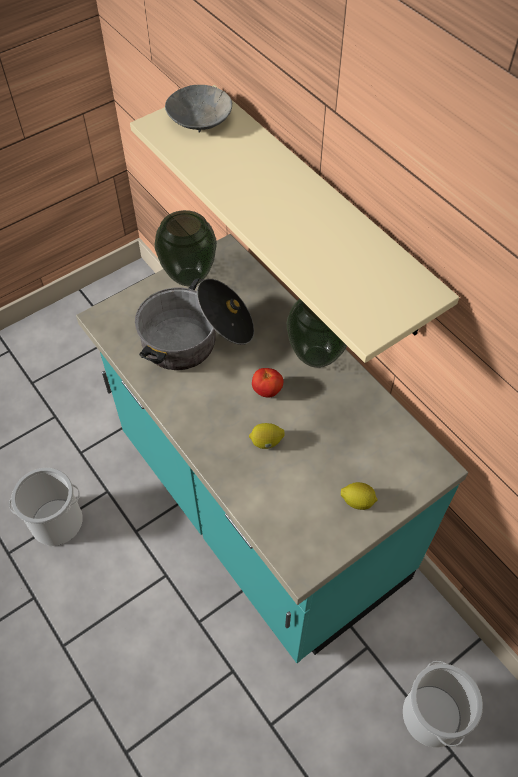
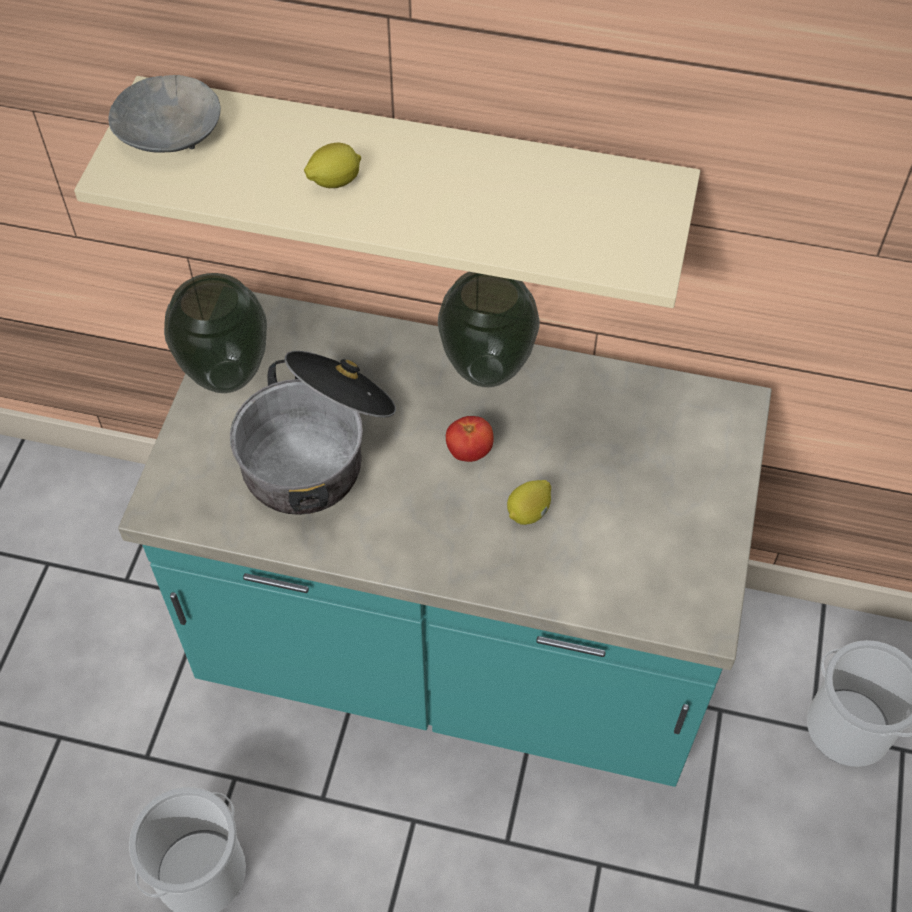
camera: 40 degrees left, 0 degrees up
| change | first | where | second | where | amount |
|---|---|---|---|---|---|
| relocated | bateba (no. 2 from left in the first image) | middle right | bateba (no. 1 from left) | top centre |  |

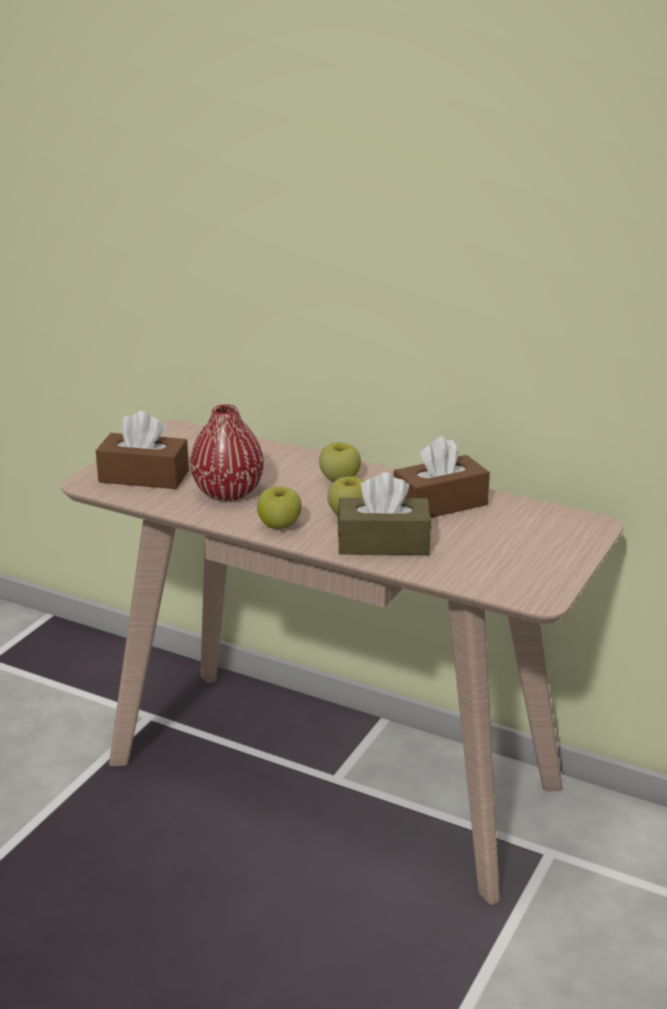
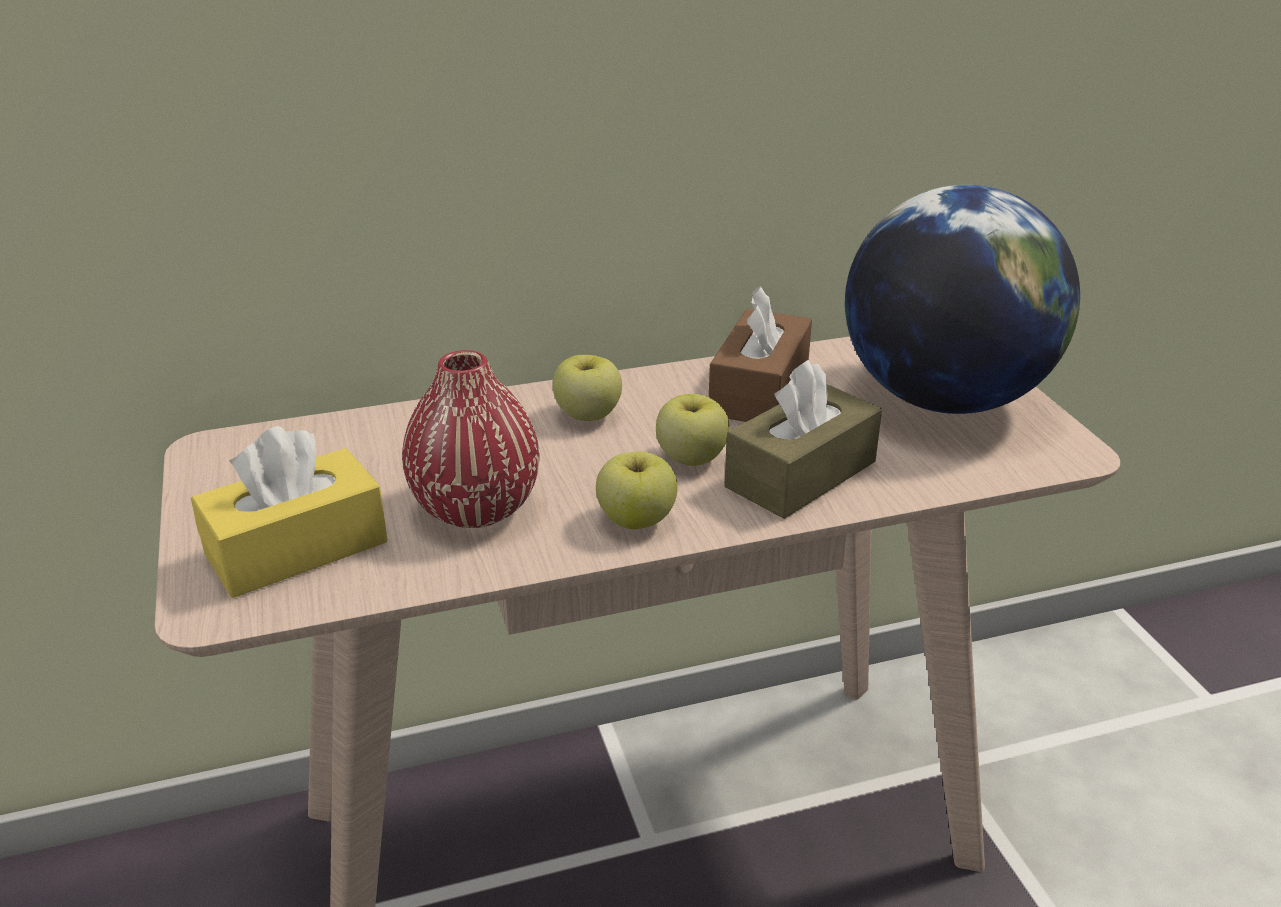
camera: 45 degrees left, 5 degrees up
| change | first | where | second | where | amount |
|---|---|---|---|---|---|
| colour | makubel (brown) (no. 1 from left) | middle left | makubel (yellow) | middle left |  |
| appeared |  |  | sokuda | top right |  |

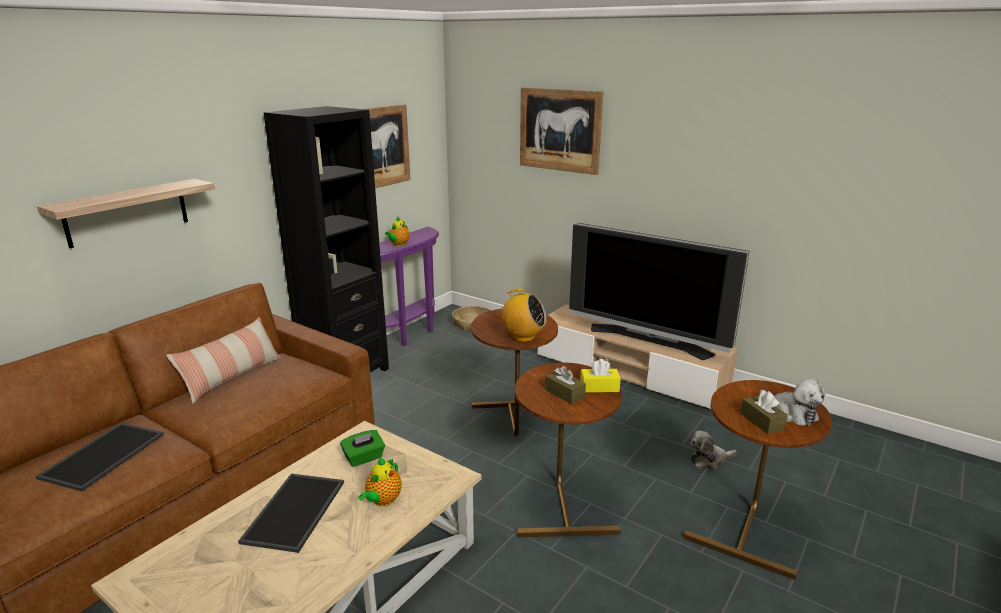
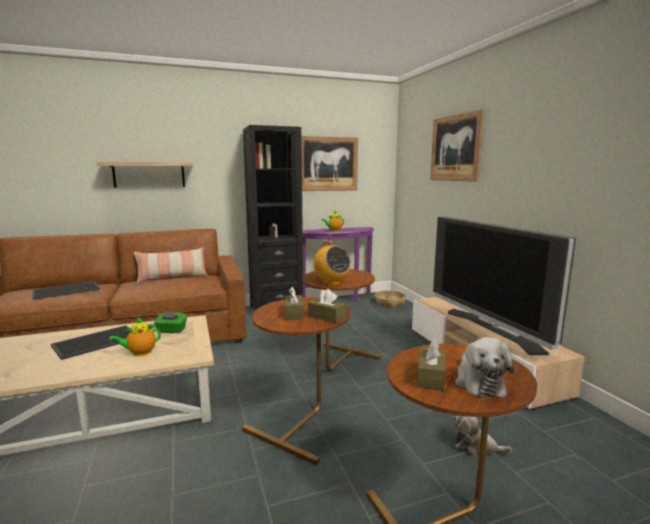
camera: 35 degrees right, 10 degrees down
| change | first | where | second | where | amount |
|---|---|---|---|---|---|
| colour | makubel (yellow) | centre | makubel (brown) (no. 2 from left) | centre |  |

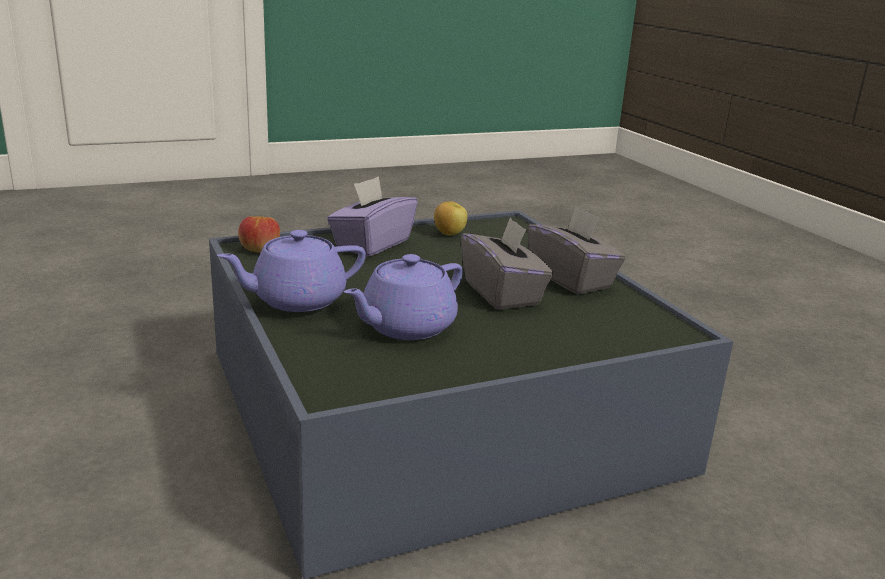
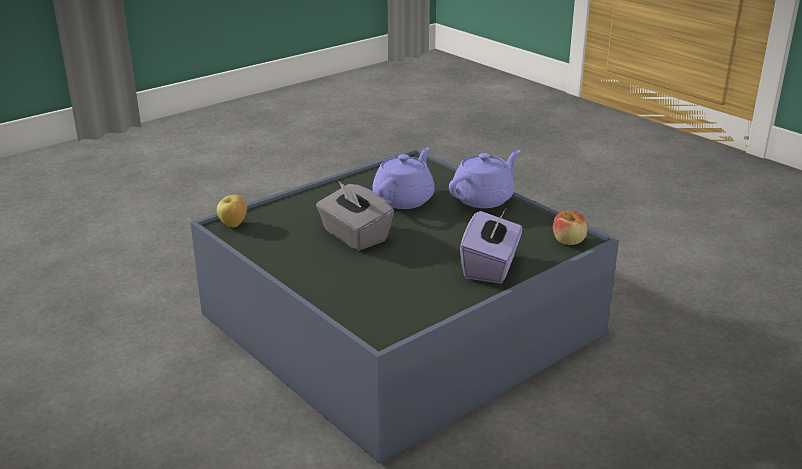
camera: 165 degrees right, 5 degrees up
| change | first | where | second | where | amount |
|---|---|---|---|---|---|
| relocated | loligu (no. 2 from left in the first image) | centre | loligu (no. 1 from left) | middle left |  |
| missing | makubel (grey) (no. 2 from left) | centre |  |  |  |

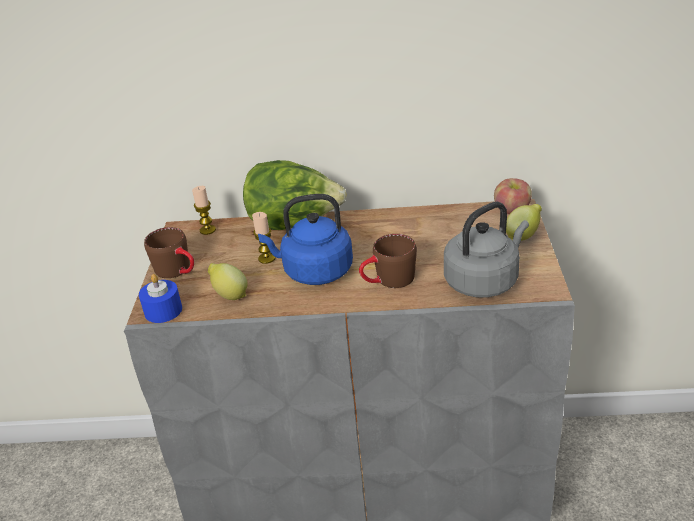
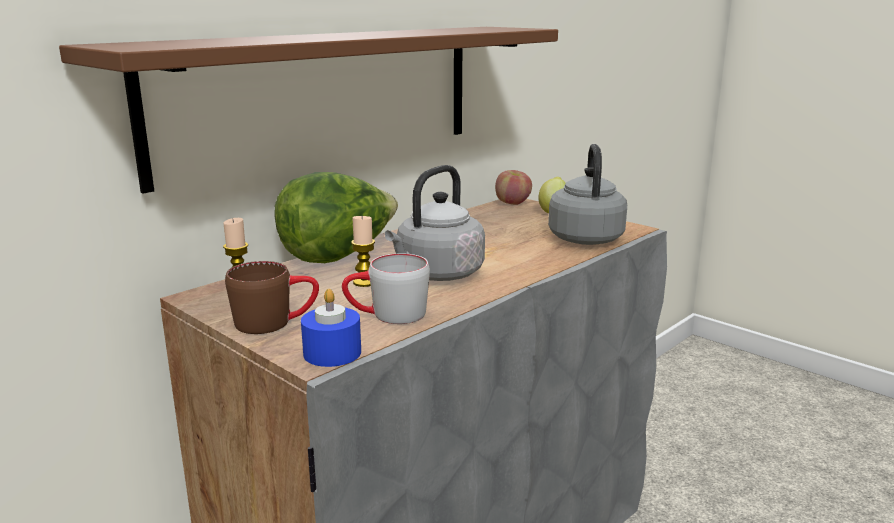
camera: 50 degrees left, 15 degrees down
| change | first | where | second | where | amount |
|---|---|---|---|---|---|
| colour | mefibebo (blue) | centre | mefibebo (grey) (no. 1 from left) | centre |  |
| missing | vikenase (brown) (no. 2 from left) | centre |  |  |  |
| exchanged | bateba (no. 1 from left) | middle left | vikenase (grey) | centre |  |
| appeared |  |  | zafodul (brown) | top centre |  |

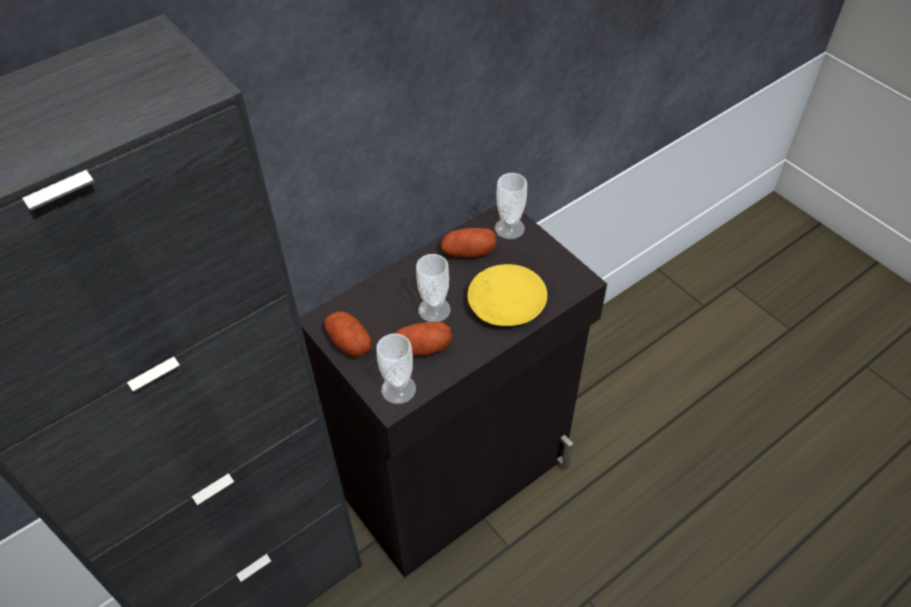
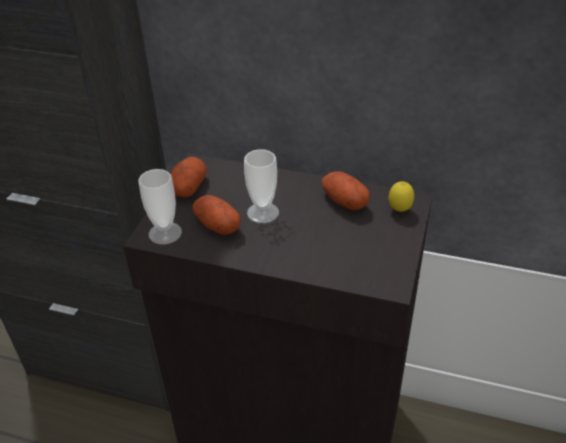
camera: 55 degrees right, 10 degrees down
| change | first | where | second | where | amount |
|---|---|---|---|---|---|
| exchanged | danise (no. 3 from left) | centre | bateba | middle right |  |
| missing | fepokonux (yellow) | centre |  |  |  |

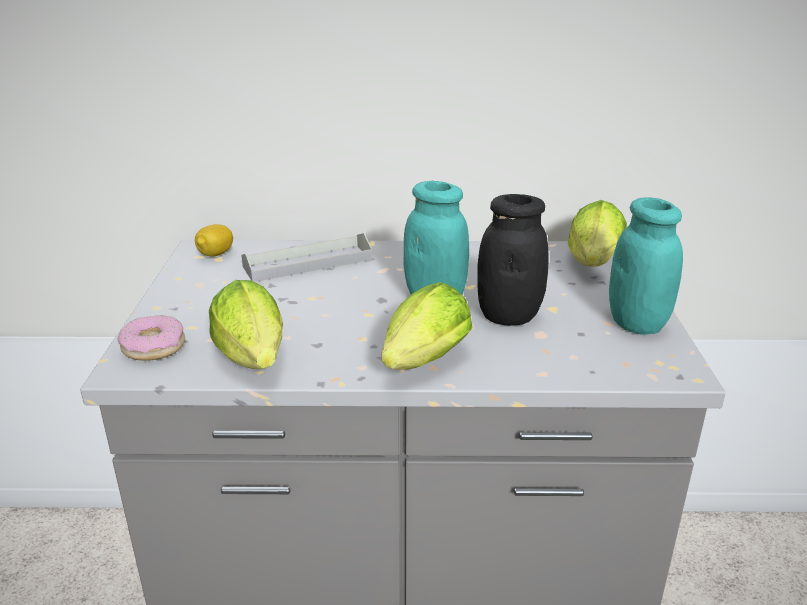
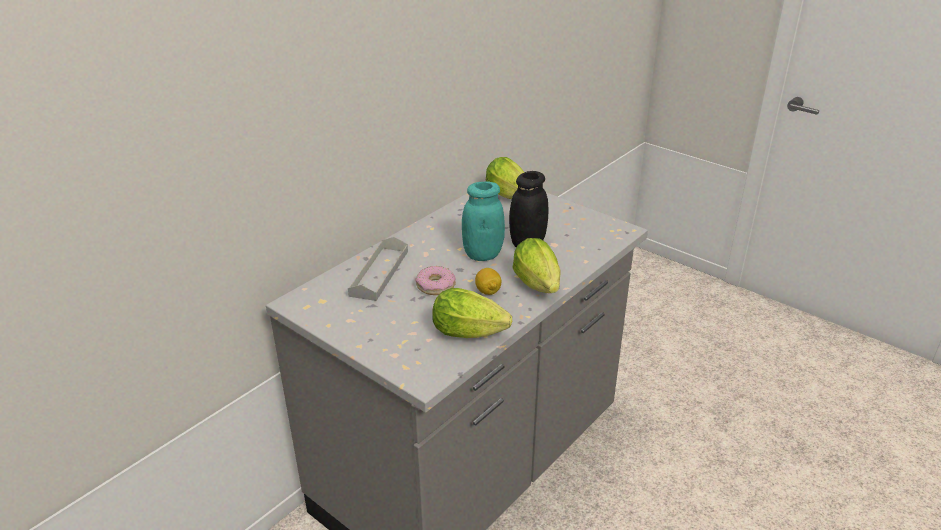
camera: 50 degrees left, 5 degrees up
| change | first | where | second | where | amount |
|---|---|---|---|---|---|
| missing | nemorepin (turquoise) (no. 2 from left) | middle right |  |  |  |
| relocated | bateba | middle left |  | centre |  |
| relocated | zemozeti | middle left |  | centre |  |

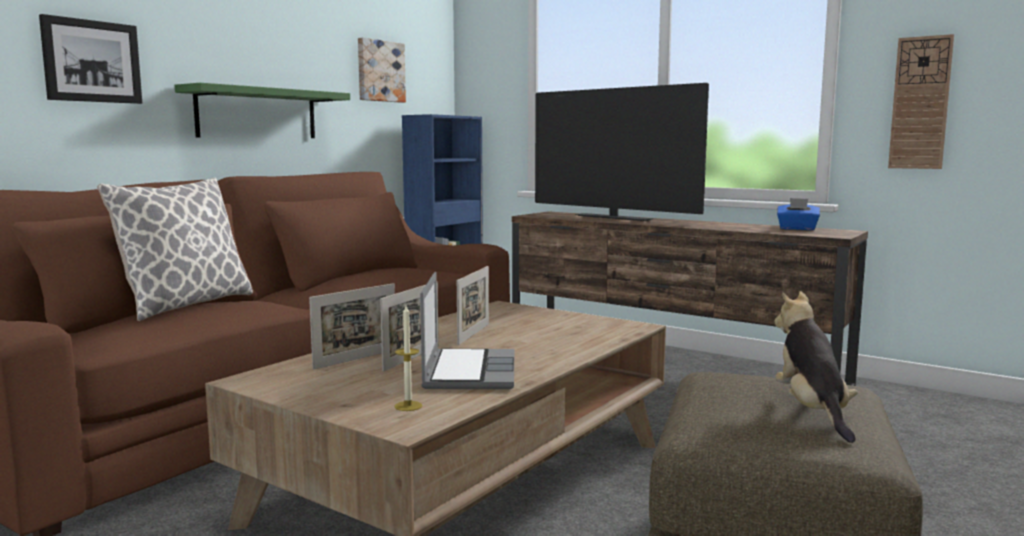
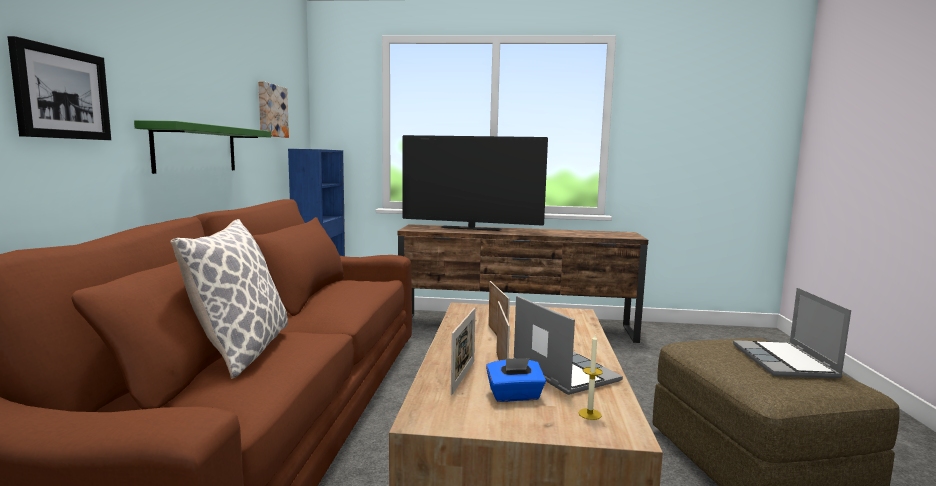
camera: 30 degrees left, 0 degrees up
| change | first | where | second | where | amount |
|---|---|---|---|---|---|
| missing | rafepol | top right |  |  |  |
| relocated | makubel (blue) | middle right |  | bottom centre |  |
| exchanged | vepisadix | bottom right | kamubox (no. 2 from left) | bottom right |  |

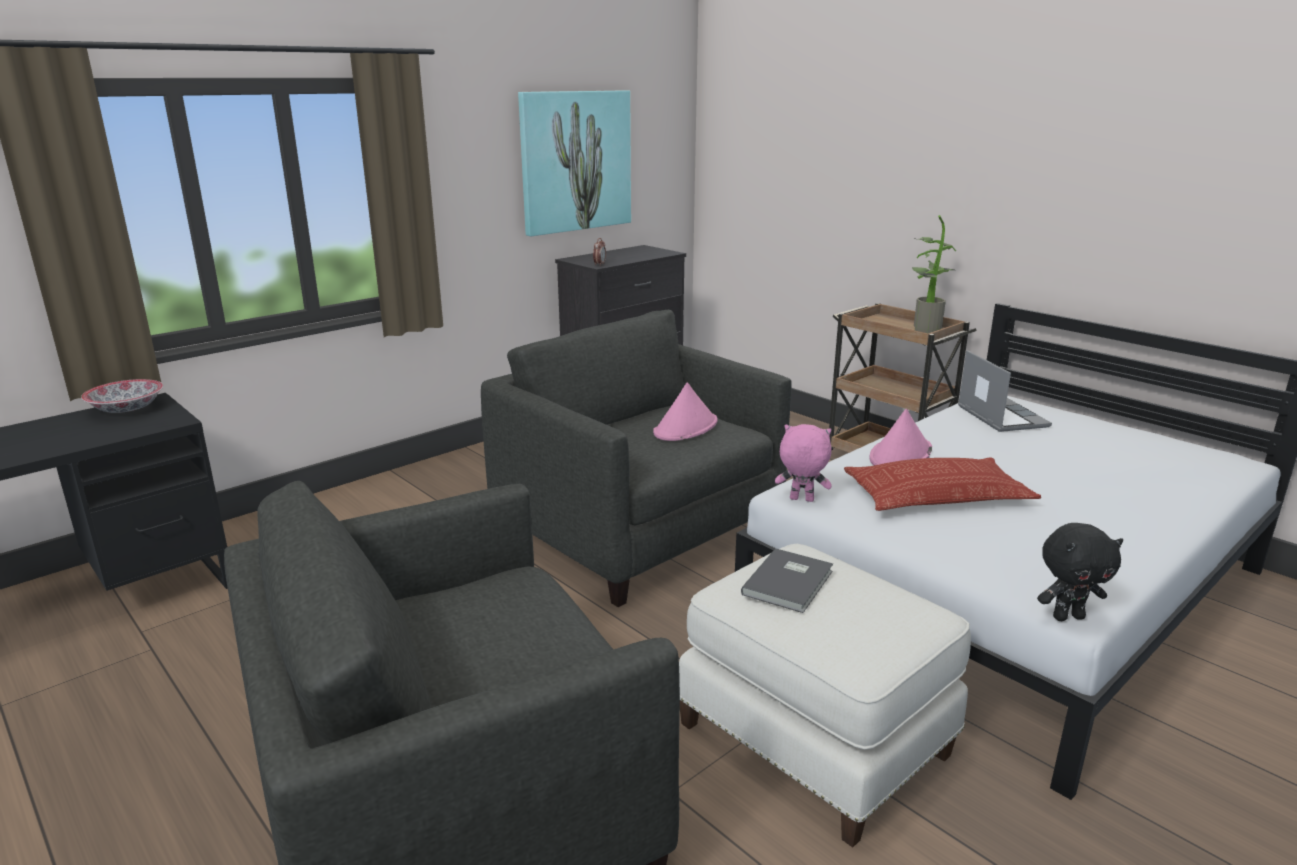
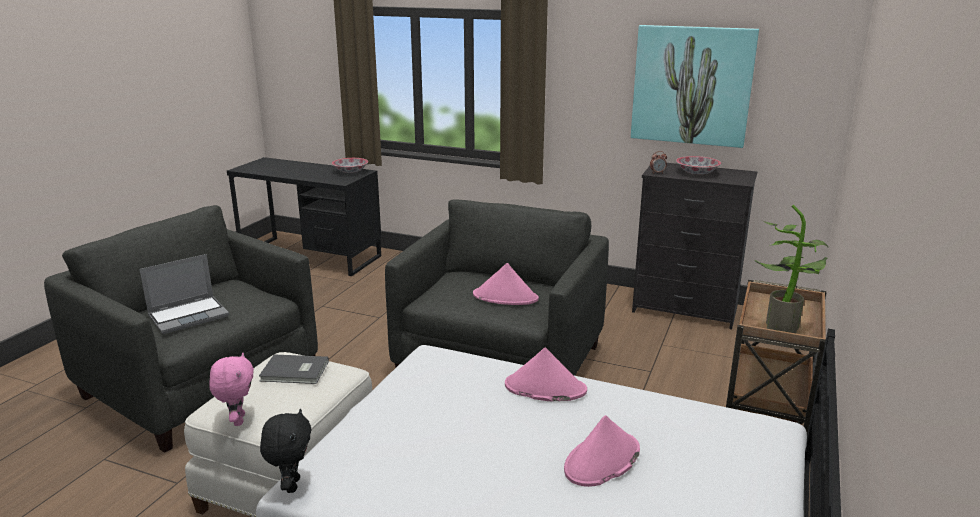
camera: 65 degrees right, 0 degrees up
| change | first | where | second | where | amount |
|---|---|---|---|---|---|
| relocated | kamubox | middle right |  | middle left |  |
| relocated | vepisadix (pink) | centre |  | bottom left |  |
| missing | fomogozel | middle right |  |  |  |
| spun | vepisadix (black) | middle right |  | bottom left | 150 degrees counterclockwise |
| appeared |  |  | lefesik (no. 2 from left) | top right |  |
| appeared |  |  | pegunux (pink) (no. 3 from left) | bottom centre |  |

